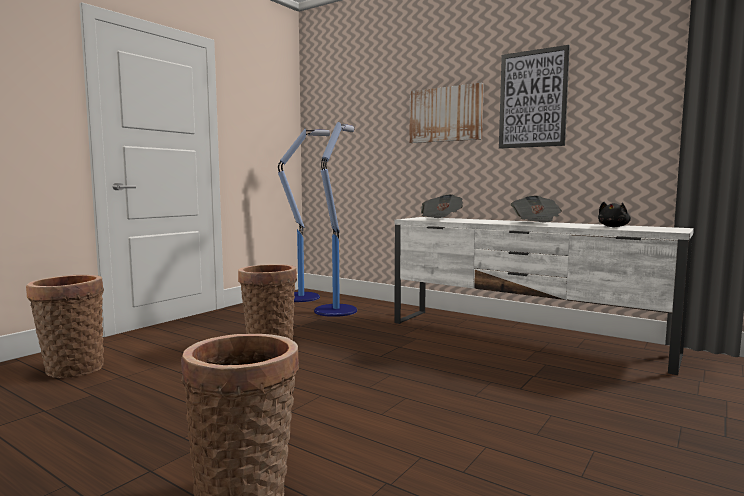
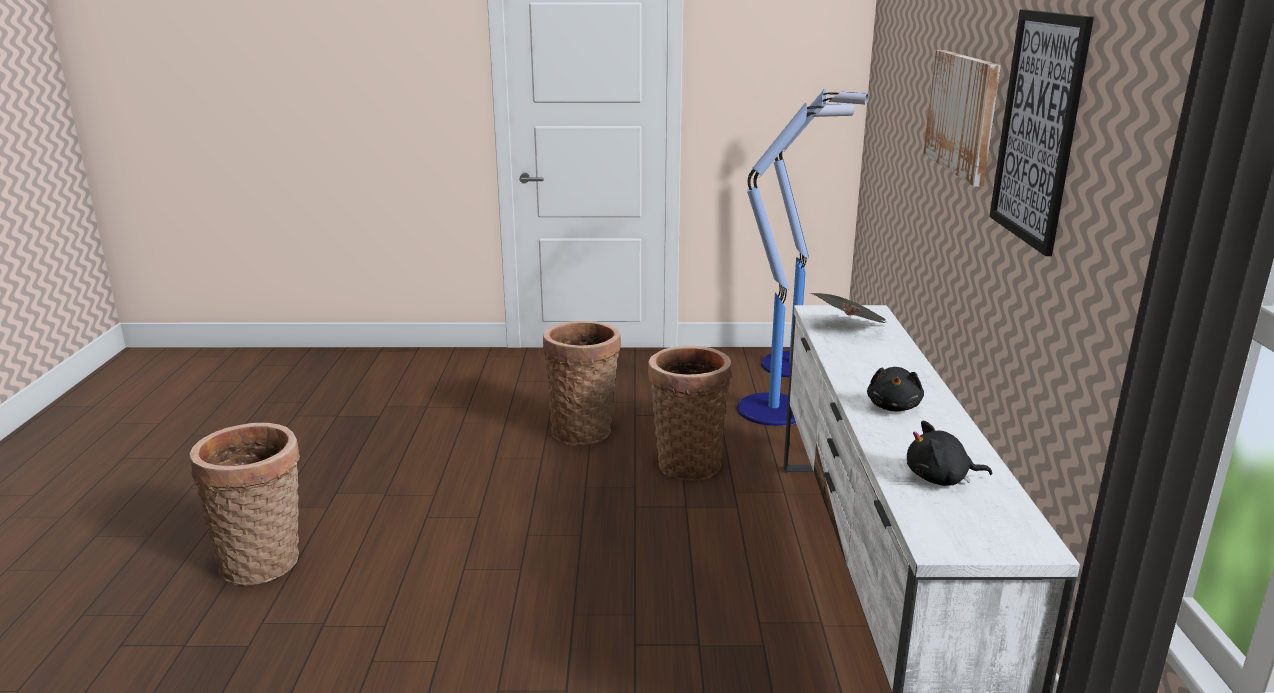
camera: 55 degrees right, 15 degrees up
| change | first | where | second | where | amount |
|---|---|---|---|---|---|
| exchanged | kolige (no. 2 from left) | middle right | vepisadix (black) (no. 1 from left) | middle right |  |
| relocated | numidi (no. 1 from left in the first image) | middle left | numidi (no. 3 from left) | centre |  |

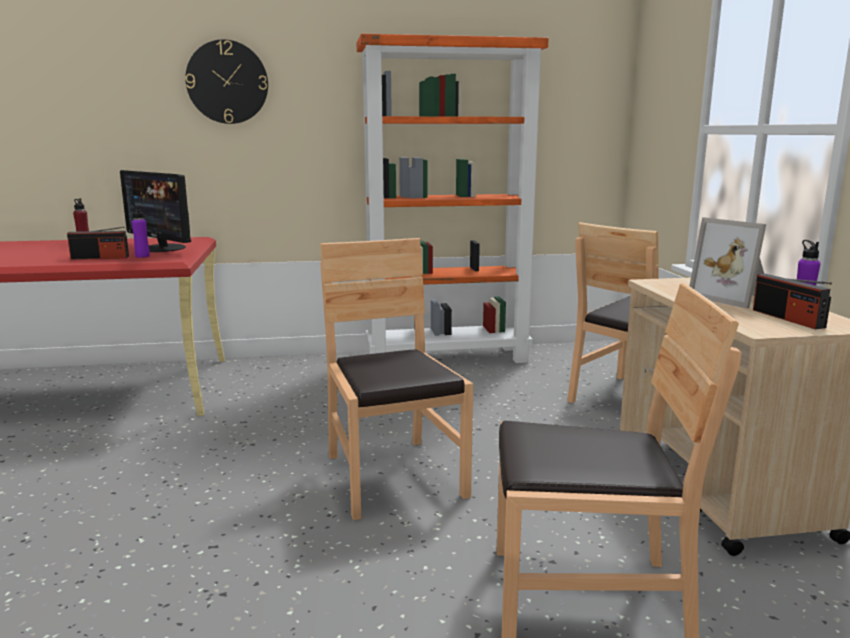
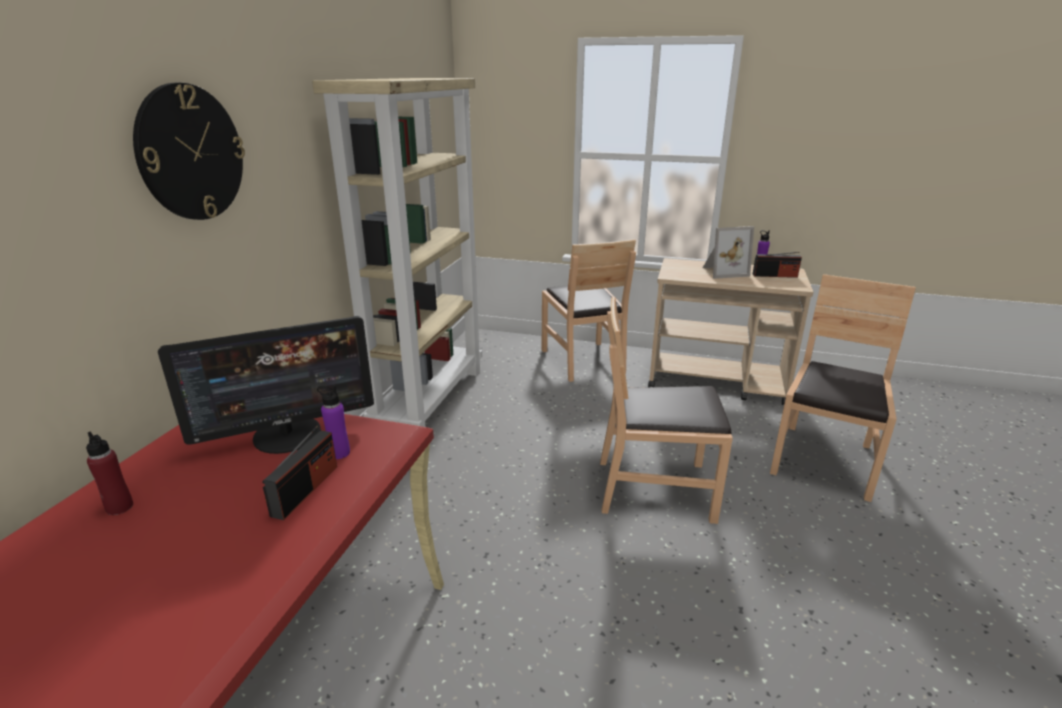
camera: 65 degrees left, 10 degrees up
| change | first | where | second | where | amount |
|---|---|---|---|---|---|
| colour | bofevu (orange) | top centre | bofevu (beige) | centre |  |

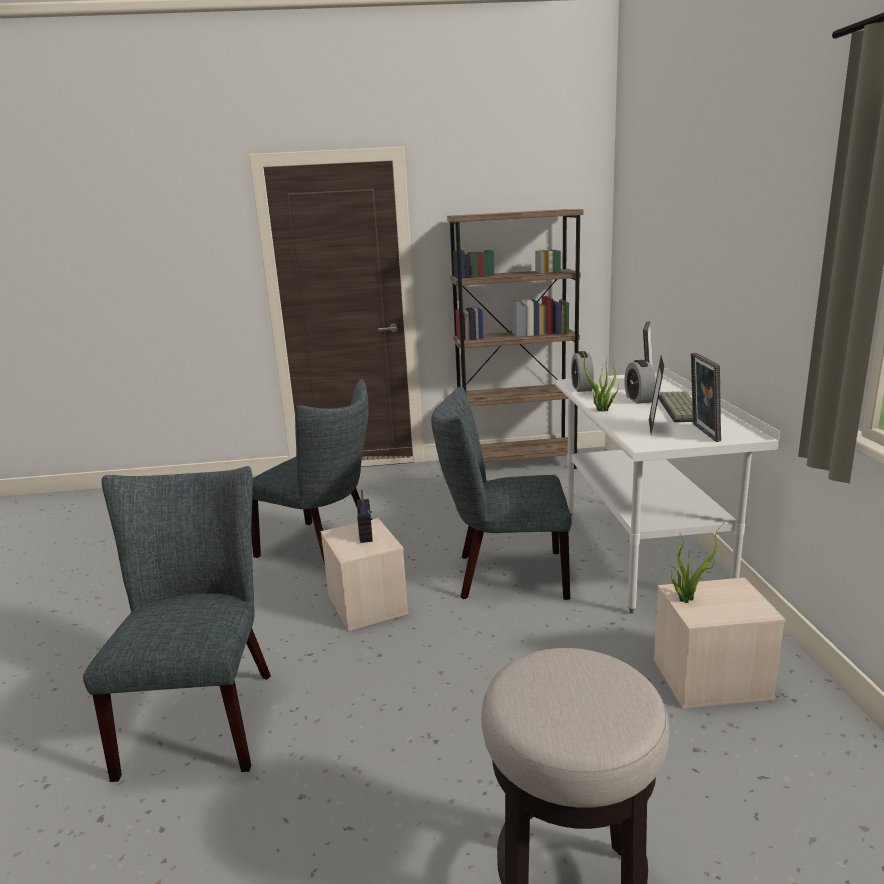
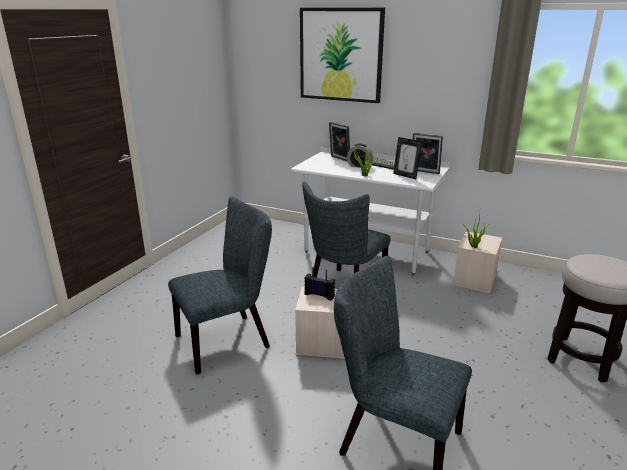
camera: 60 degrees left, 5 degrees up
| change | first | where | second | where | amount |
|---|---|---|---|---|---|
| missing | bofevu (brown) | centre |  |  |  |
| missing | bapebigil (no. 1 from left) | centre |  |  |  |
| appeared |  |  | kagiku | top centre |  |

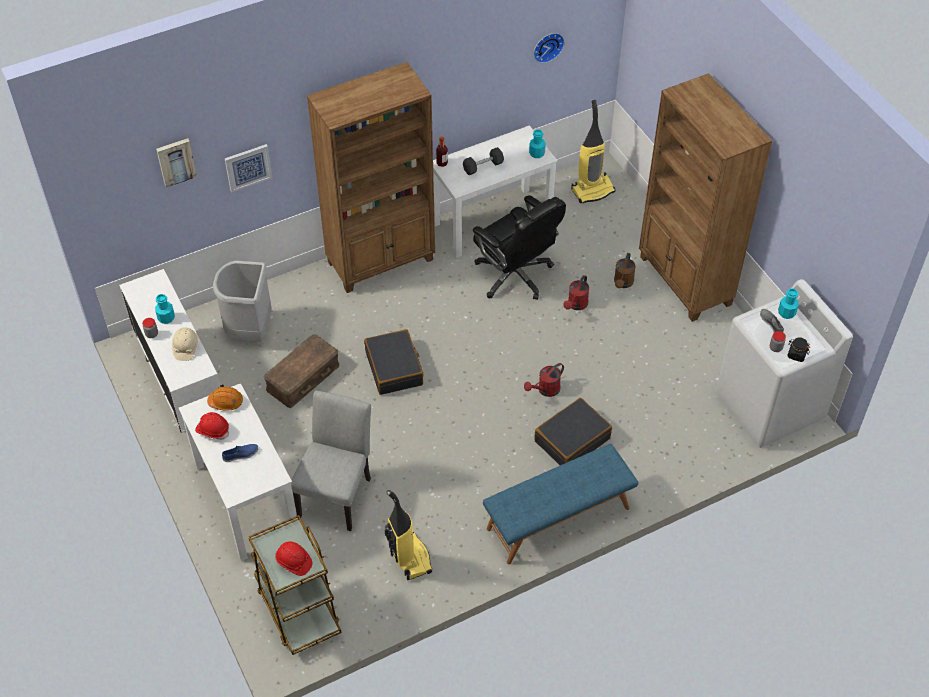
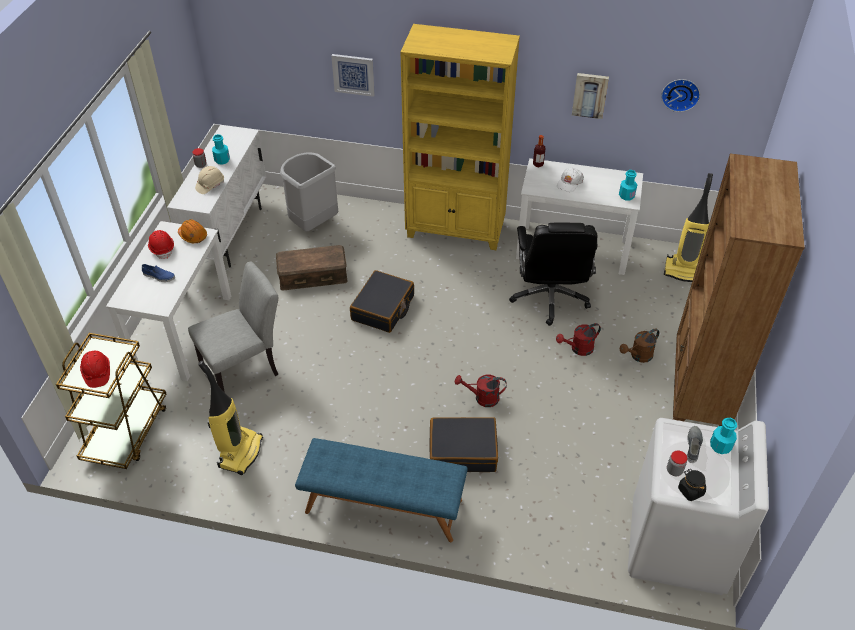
camera: 40 degrees right, 5 degrees down
| change | first | where | second | where | amount |
|---|---|---|---|---|---|
| colour | bofevu (brown) (no. 1 from left) | top centre | bofevu (yellow) | top centre |  |
| relocated | kagiku (no. 1 from left in the first image) | top left | kagiku (no. 2 from left) | top right |  |
| exchanged | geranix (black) | top centre | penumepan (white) | top right |  |

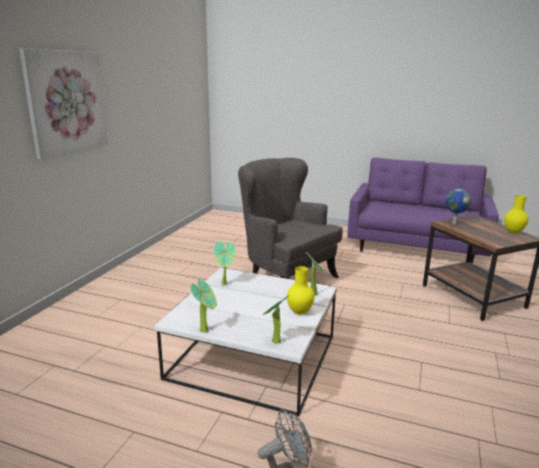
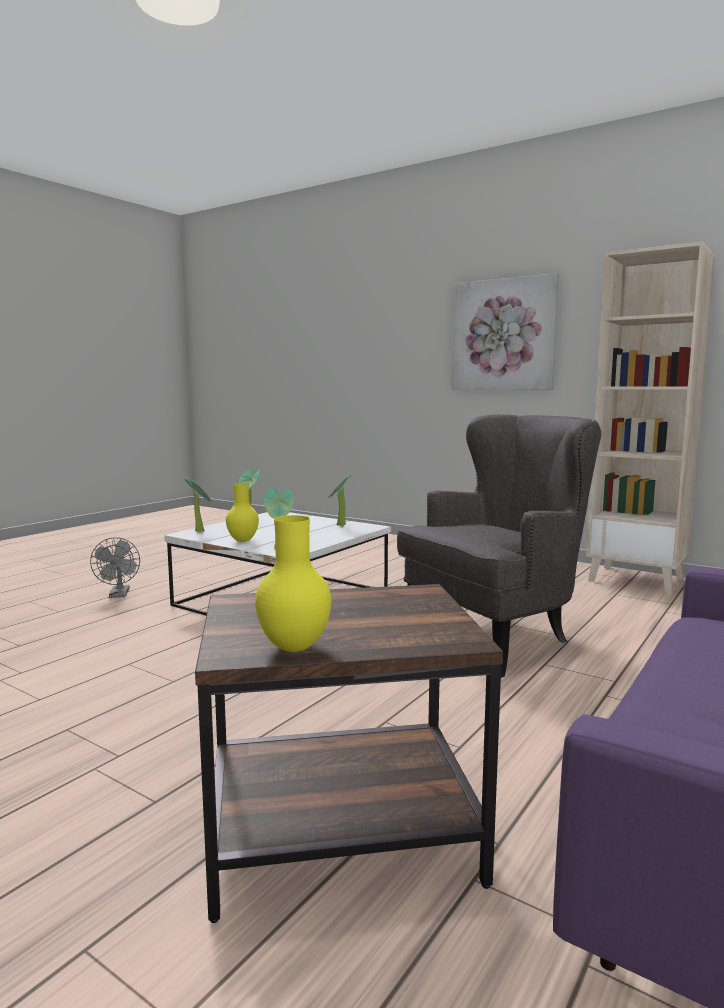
camera: 105 degrees right, 10 degrees down
| change | first | where | second | where | amount |
|---|---|---|---|---|---|
| missing | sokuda | middle right |  |  |  |
| appeared |  |  | bofevu (beige) | middle right |  |

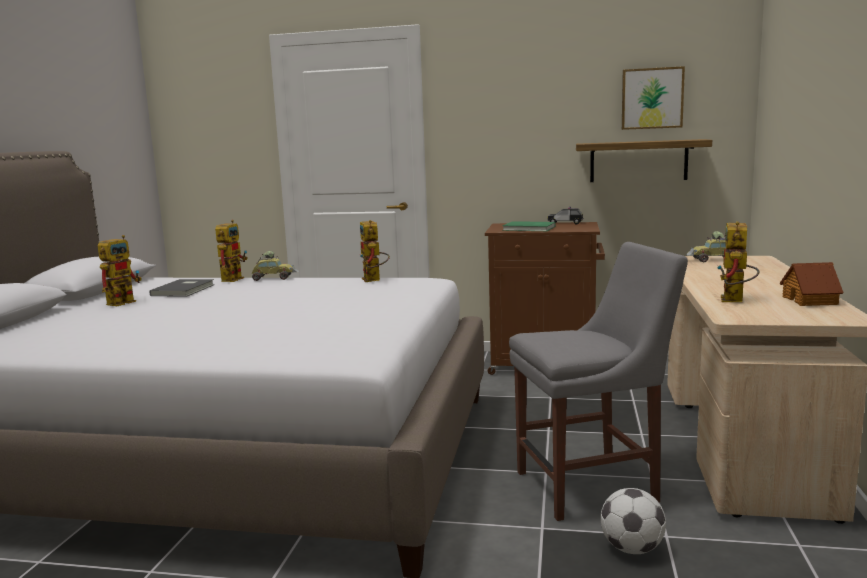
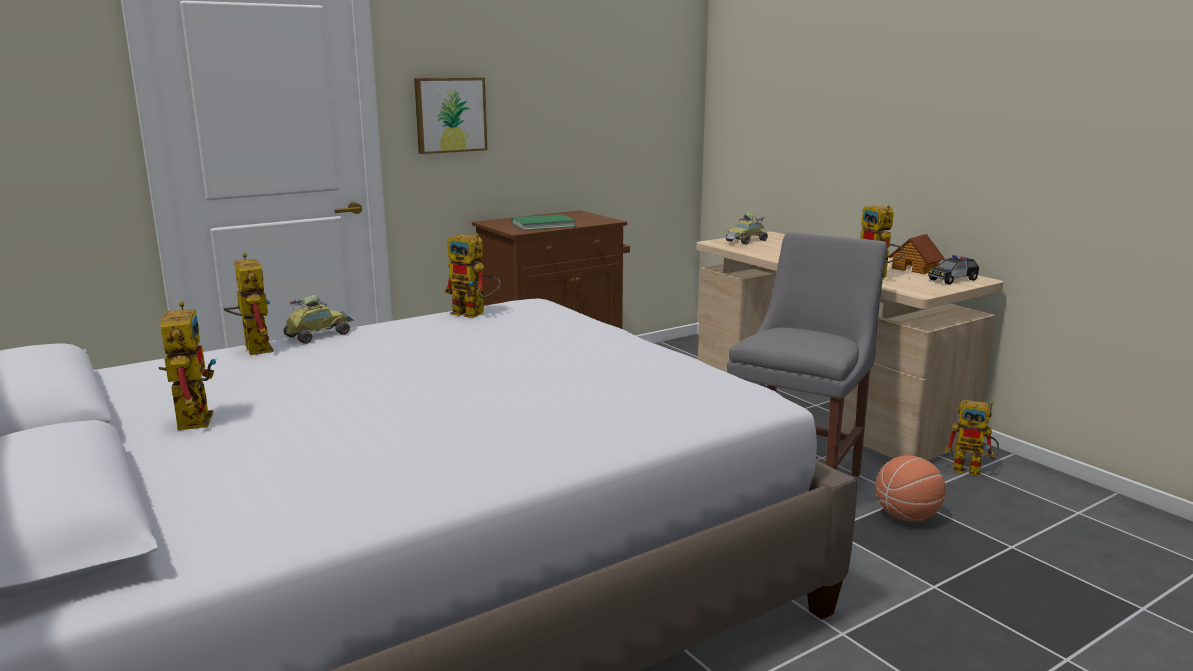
camera: 45 degrees left, 5 degrees up
| change | first | where | second | where | amount |
|---|---|---|---|---|---|
| relocated | kagiku | top right |  | top centre |  |
| missing | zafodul | top right |  |  |  |
| relocated | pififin (no. 2 from left in the first image) | centre | pififin (no. 3 from left) | middle right |  |
| missing | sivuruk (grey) | middle left |  |  |  |
| exchanged | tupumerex | bottom right | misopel | bottom right |  |
| appeared |  |  | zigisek (no. 5 from left) | middle right |  |

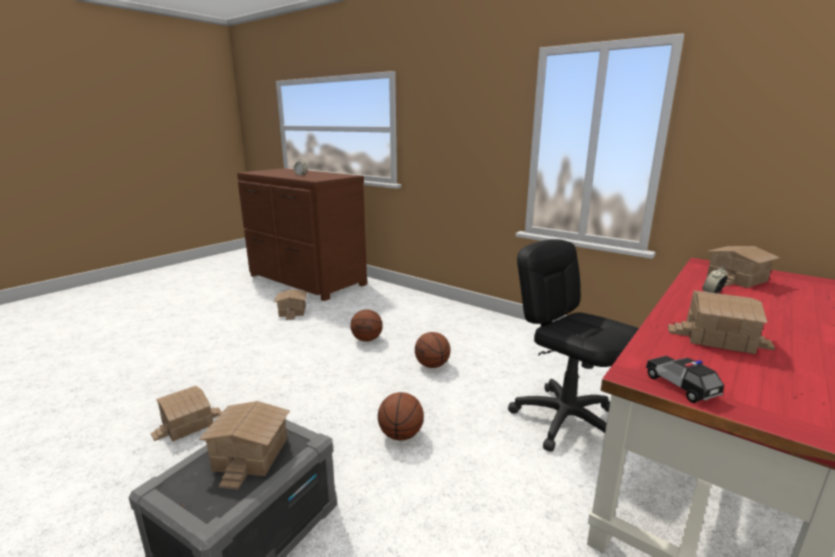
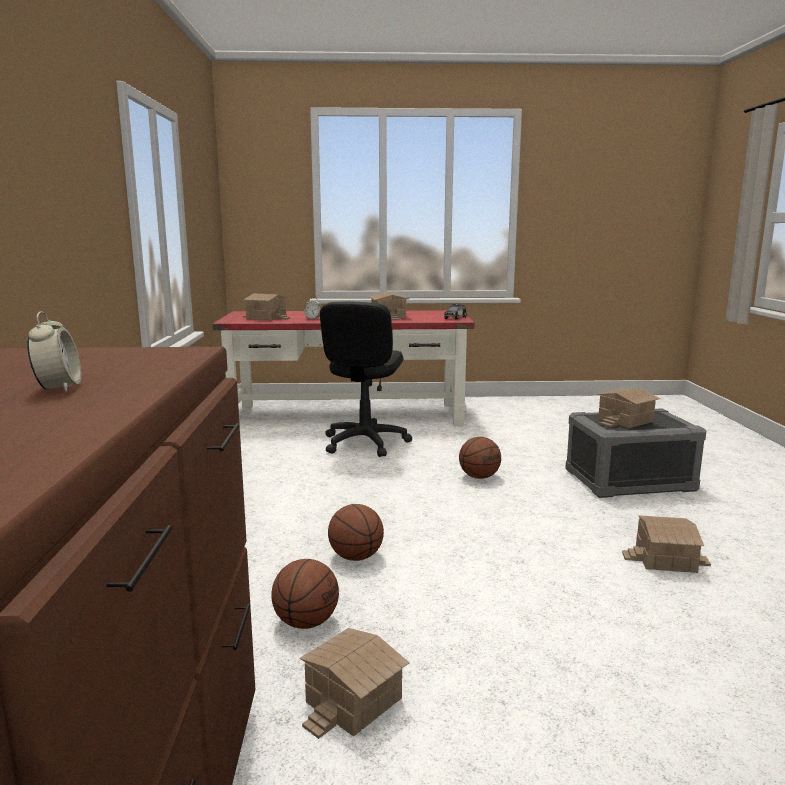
camera: 130 degrees left, 5 degrees down
| change | first | where | second | where | amount |
|---|---|---|---|---|---|
| relocated | misopel (no. 3 from left in the first image) | centre | misopel (no. 1 from left) | bottom centre |  |

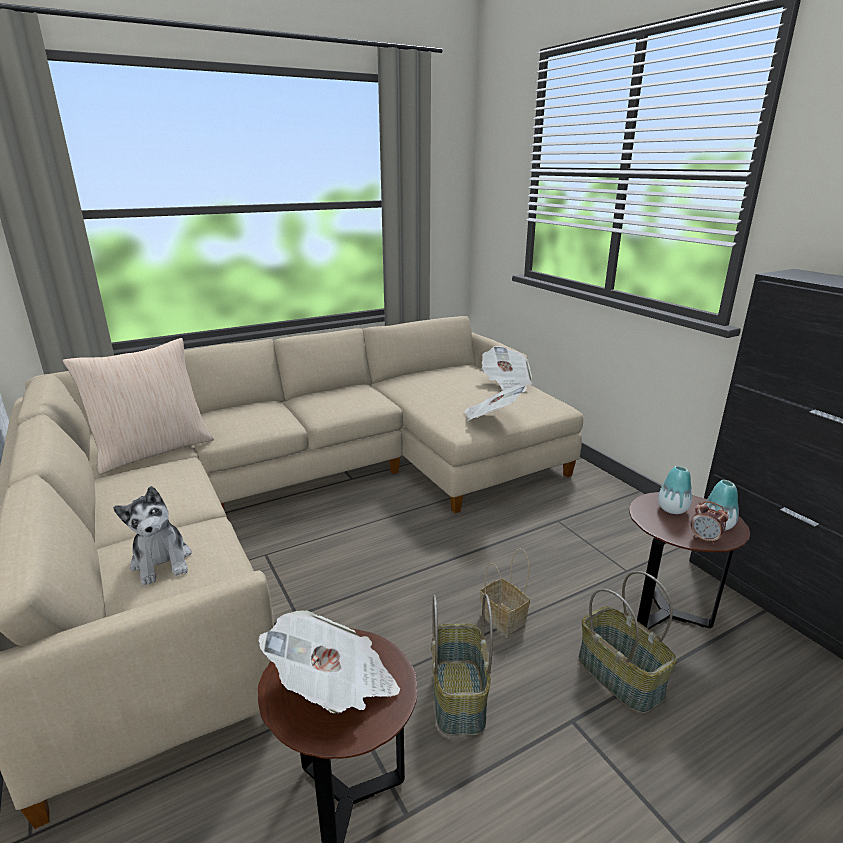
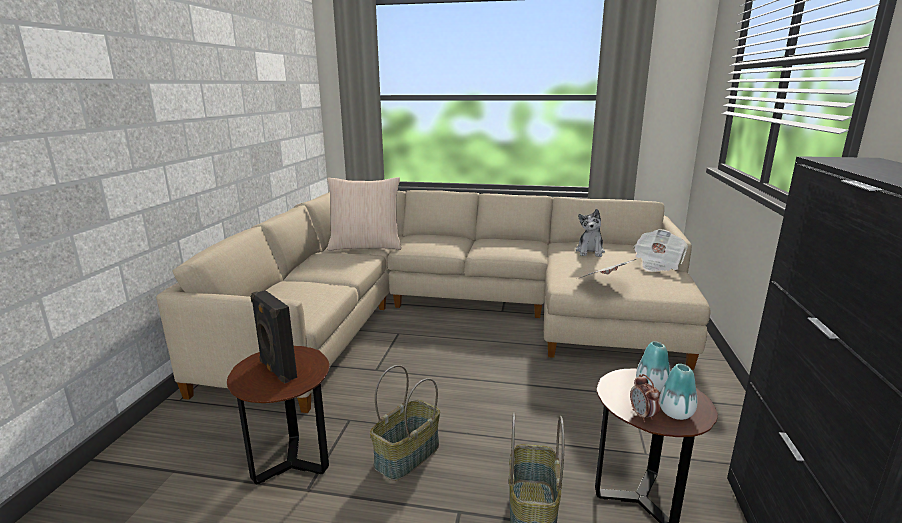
camera: 40 degrees right, 5 degrees down
| change | first | where | second | where | amount |
|---|---|---|---|---|---|
| relocated | vepisadix | middle left |  | centre |  |
| missing | numidi (no. 2 from left) | bottom centre |  |  |  |
| exchanged | kolige (no. 1 from left) | bottom centre | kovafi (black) | middle left |  |

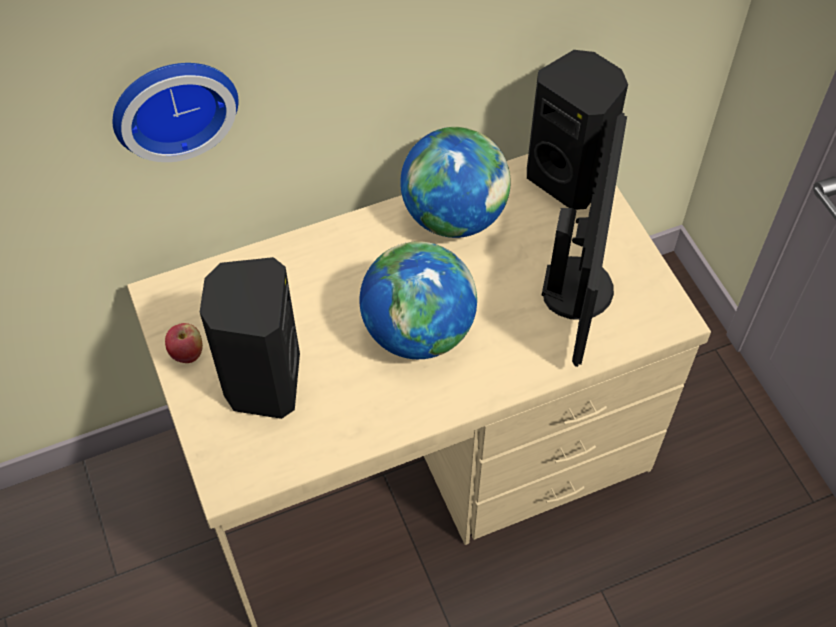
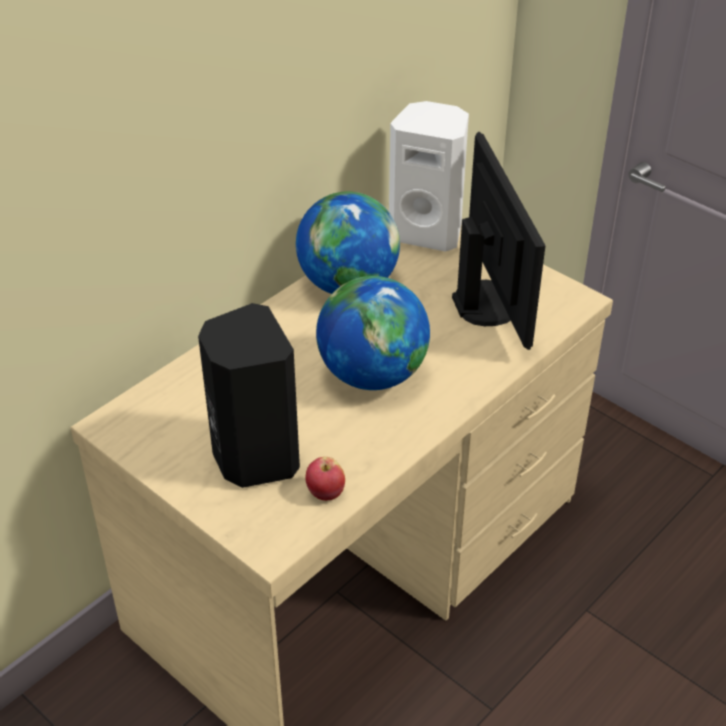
camera: 25 degrees left, 15 degrees down
| change | first | where | second | where | amount |
|---|---|---|---|---|---|
| colour | kovafi (black) (no. 2 from left) | top right | kovafi (white) | top centre |  |
| missing | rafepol | top left |  |  |  |
| relocated | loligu | middle left |  | centre |  |

